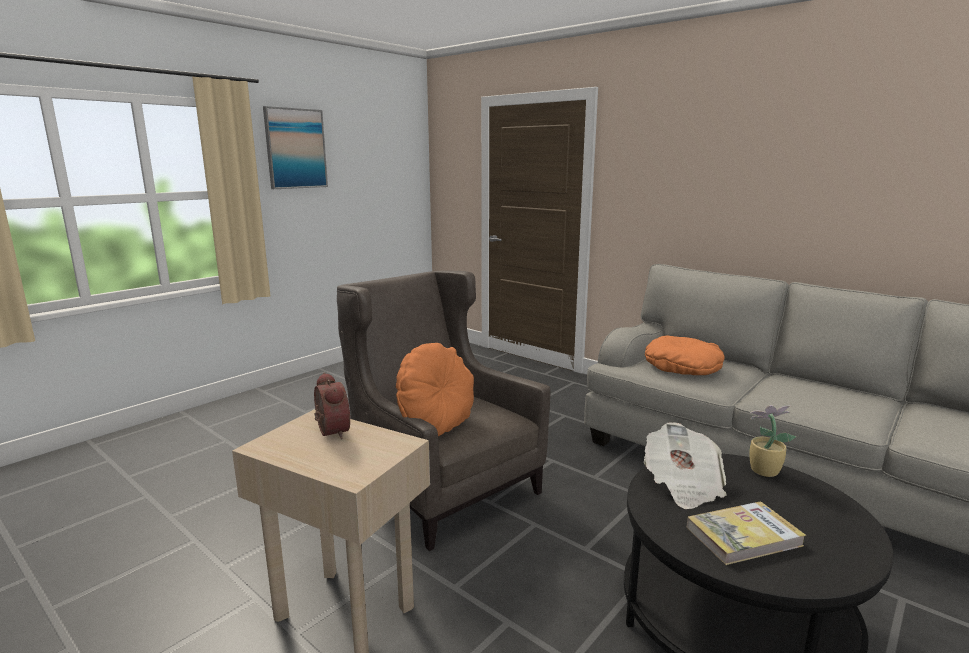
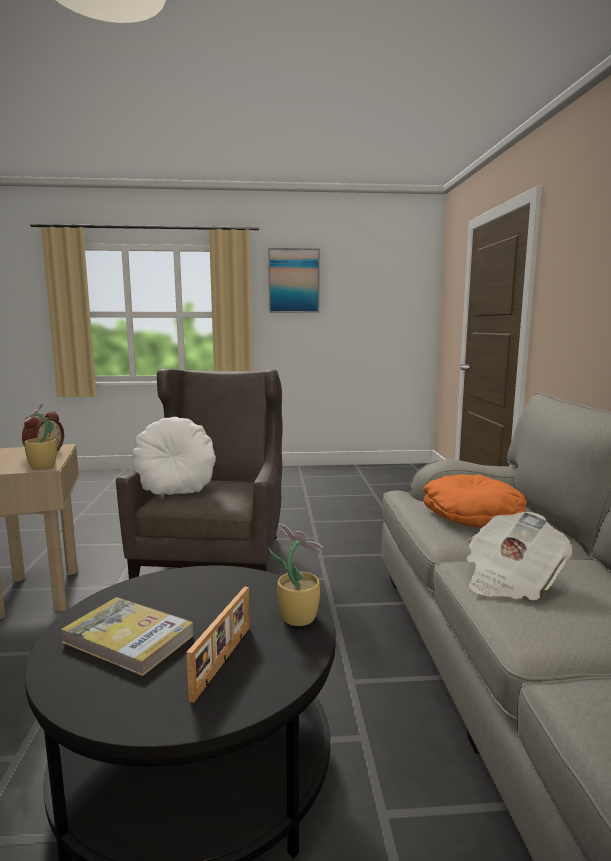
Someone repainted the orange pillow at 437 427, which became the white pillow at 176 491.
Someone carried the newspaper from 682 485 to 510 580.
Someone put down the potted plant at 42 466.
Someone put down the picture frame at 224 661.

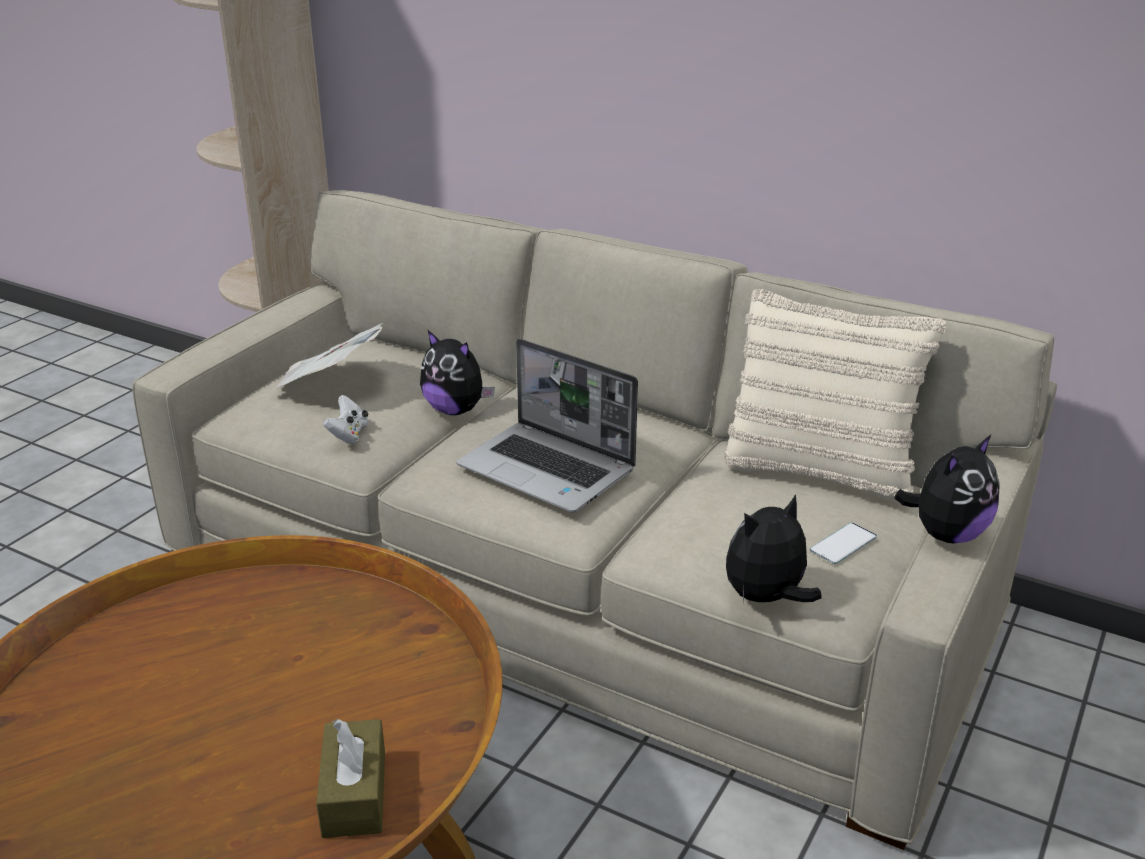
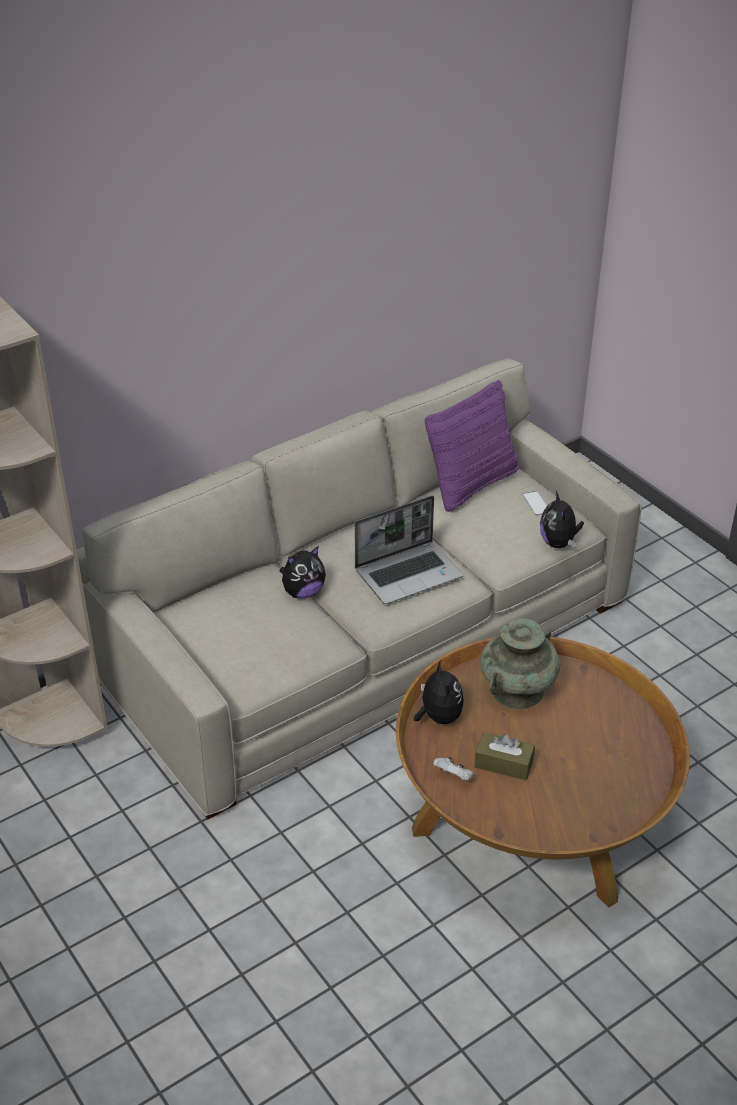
Someone took away the newspaper at 330 385.
Someone carried the brown tissue box from 354 794 to 503 764.
Someone carried the white game controller from 348 435 to 454 777.
Someone repainted the beige pillow at 820 472, which became the purple pillow at 471 485.
Someone carried the plush toy from 946 534 to 438 717.
Someone put down the turquoise vase at 517 690.

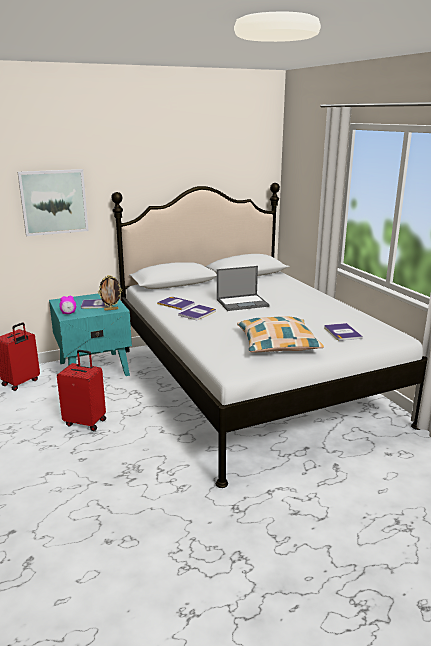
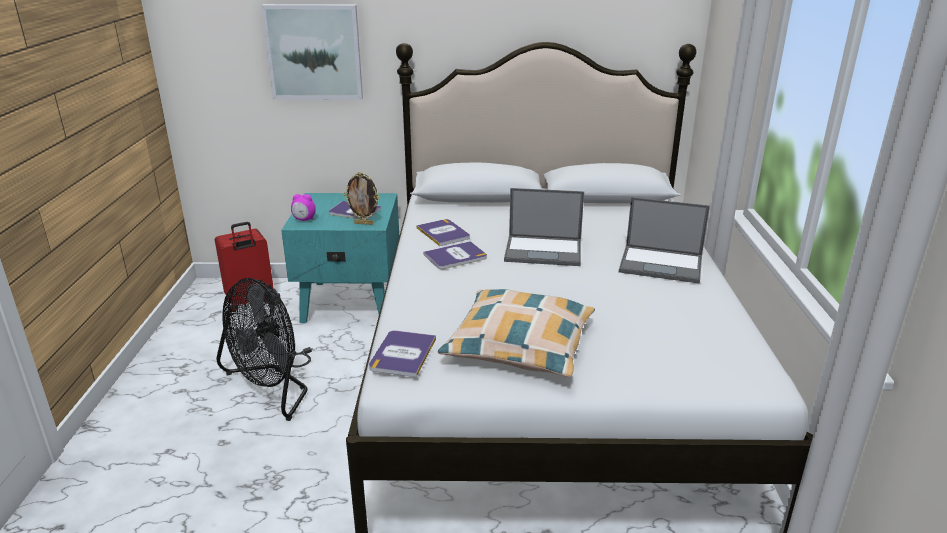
Someone swapped the red suitcase at 86 422 for the black fan at 274 384.
Someone carried the book from 342 332 to 403 354.
Someone put down the laptop at 662 264.

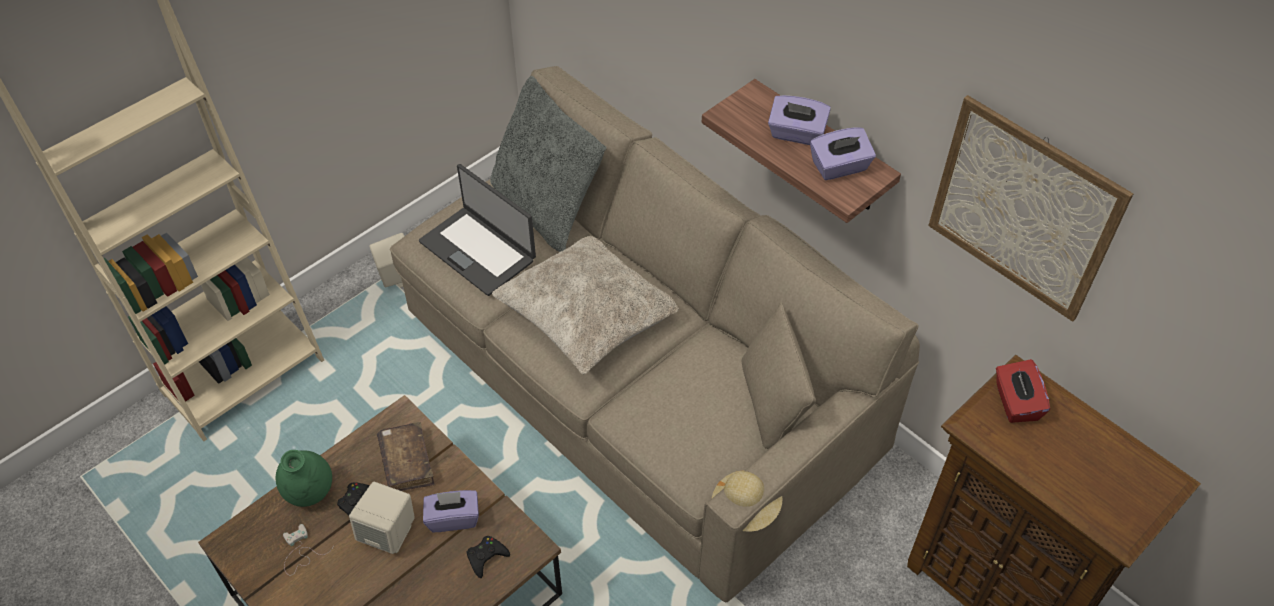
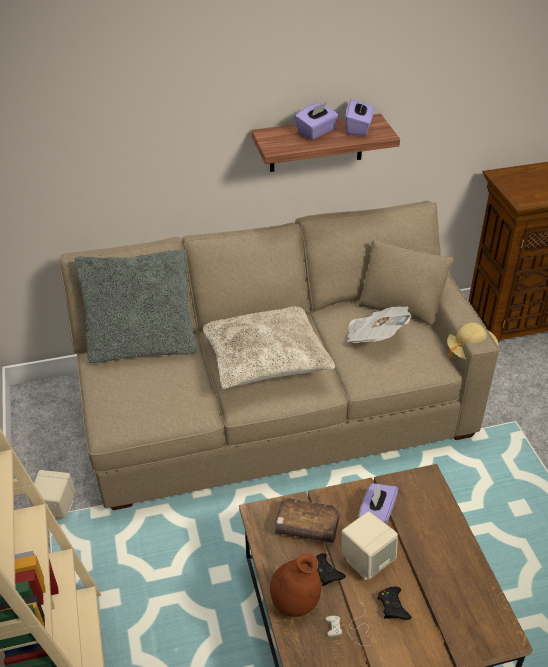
Someone repainted the green vase at 309 493, which became the brown vase at 295 603.
Someone took away the laptop at 478 250.
Someone carried the black game controller from 486 557 to 393 606.
Someone took away the picture at 1024 207.
Someone took away the red tissue box at 1015 403.
Someone put down the newspaper at 375 337.

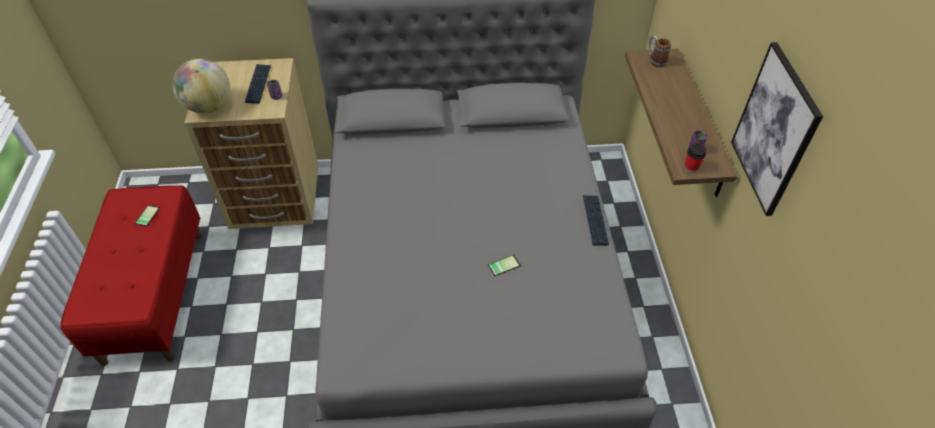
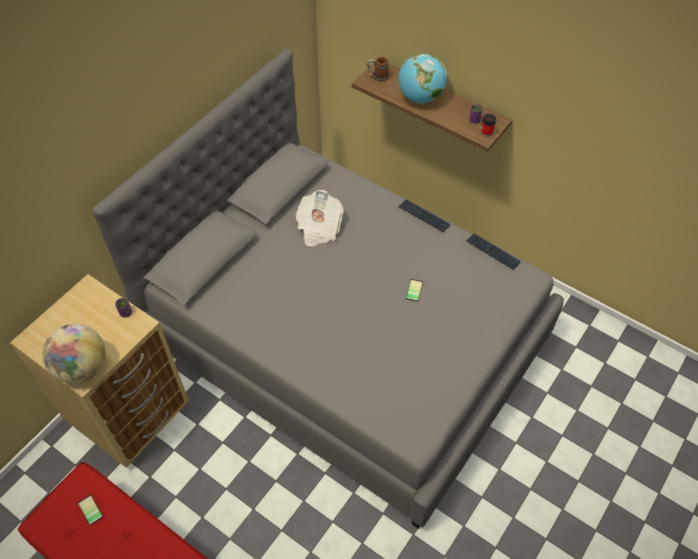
Someone carried the keyboard from 258 84 to 492 252.
Someone took away the picture at 774 130.
Someone put down the newspaper at 319 228.
Someone put down the globe at 420 98.

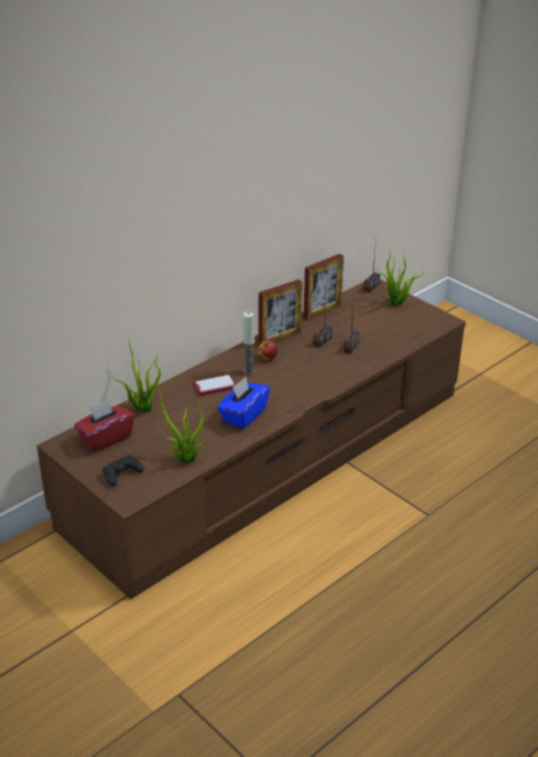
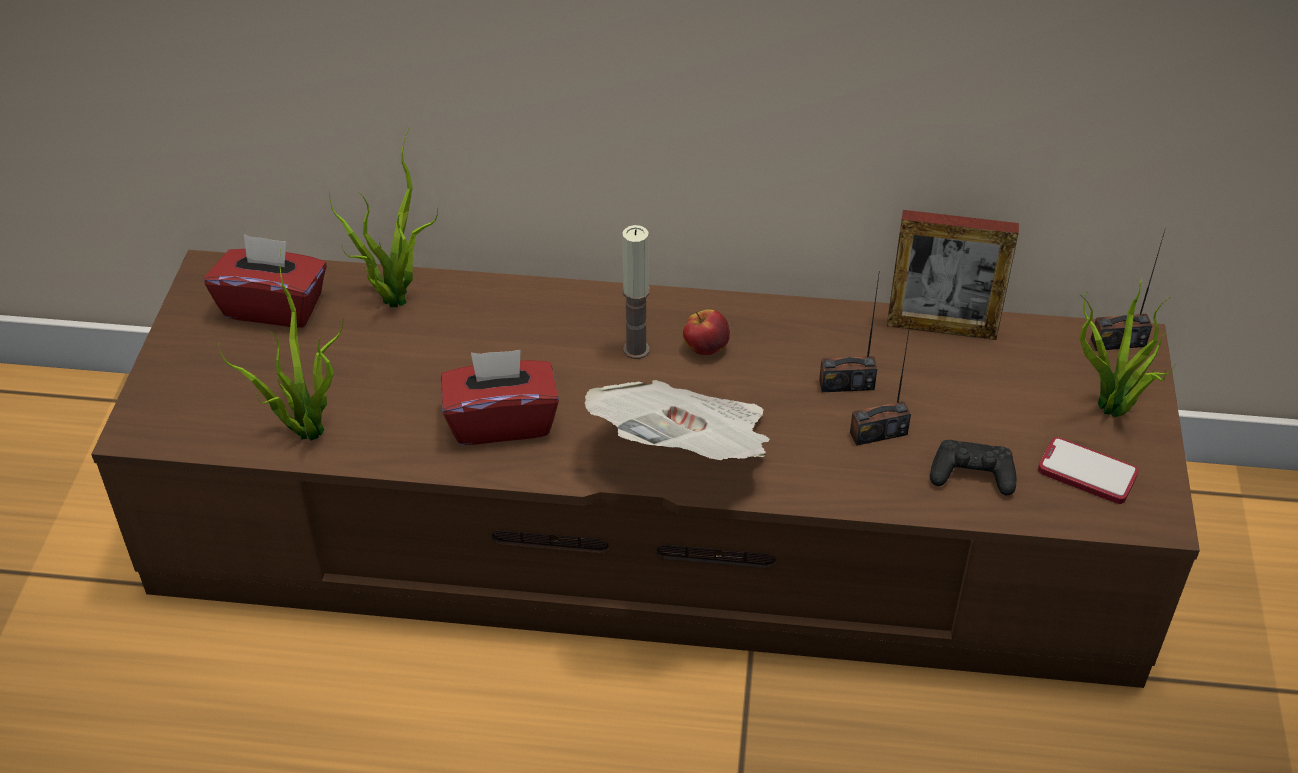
Someone carried the black game controller from 122 474 to 972 474.
Someone carried the phone from 215 386 to 1087 472.
Someone repainted the blue tissue box at 243 415, which became the red tissue box at 501 421.
Someone took away the picture frame at 279 338.
Someone put down the newspaper at 686 452.

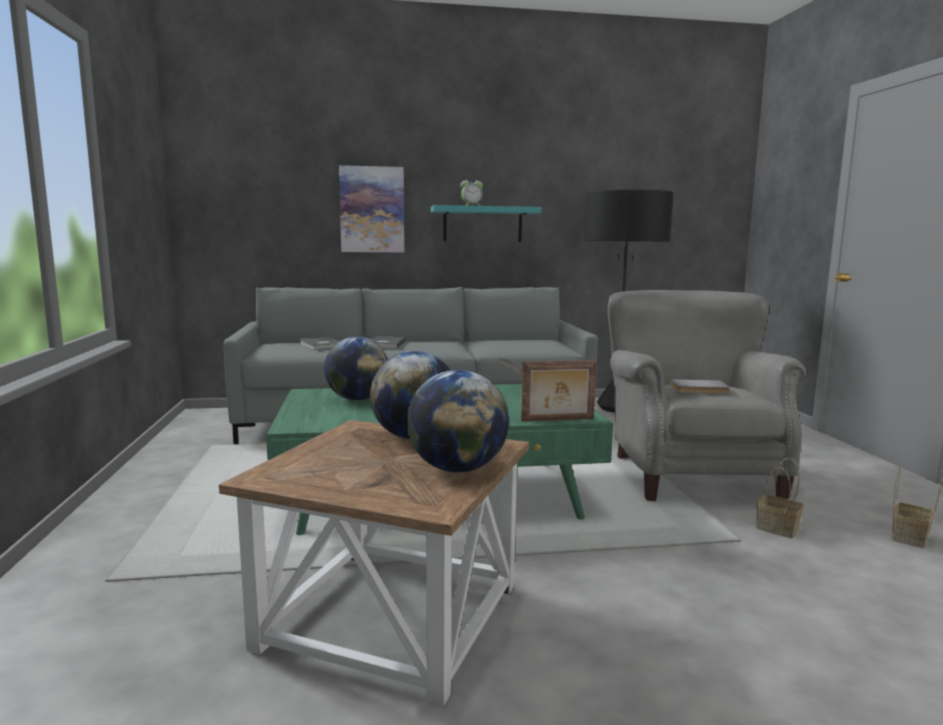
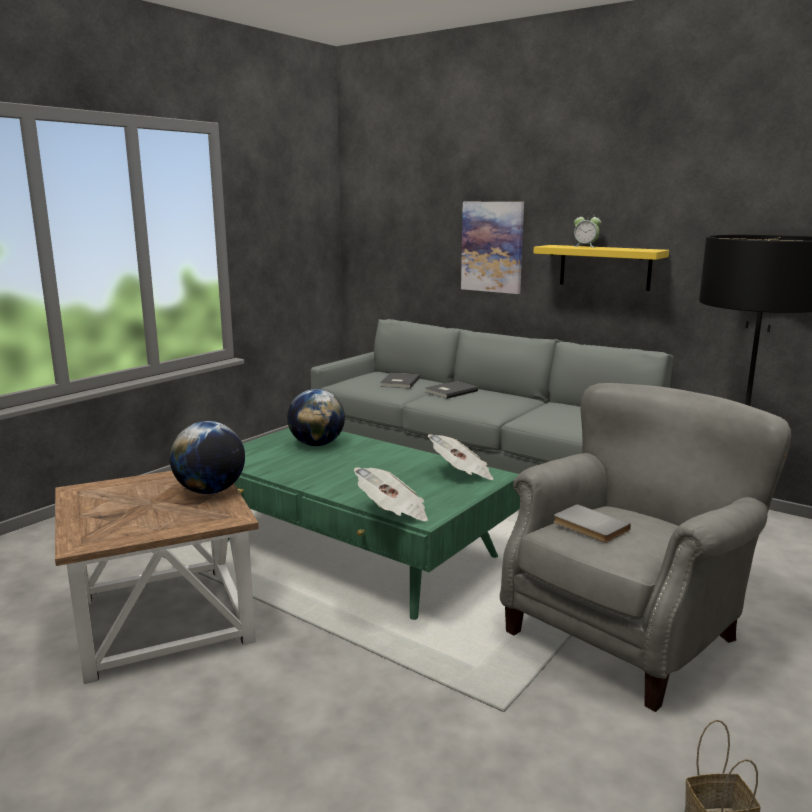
Someone took away the globe at 457 469.
Someone repainted the turquoise shelf at 482 224, which became the yellow shelf at 605 267.
Someone swapped the picture frame at 558 420 for the newspaper at 393 512.
Someone took away the basket at 779 529.

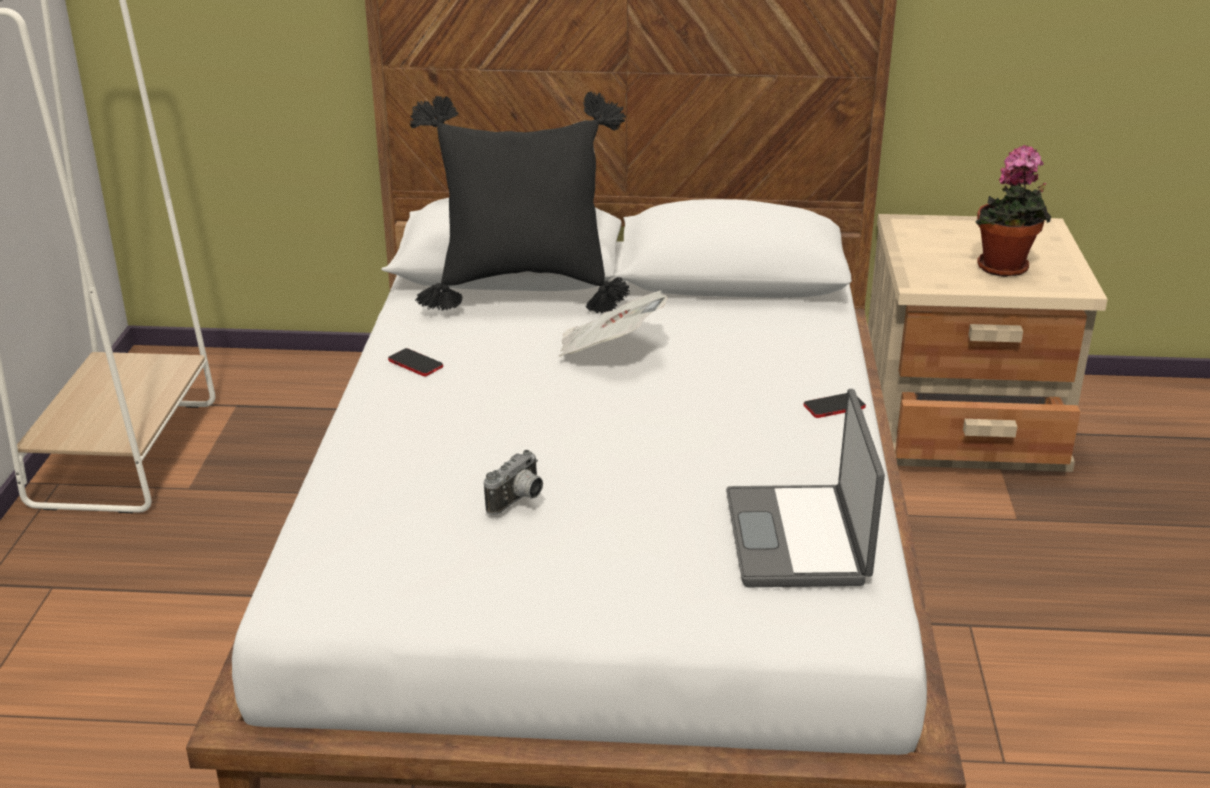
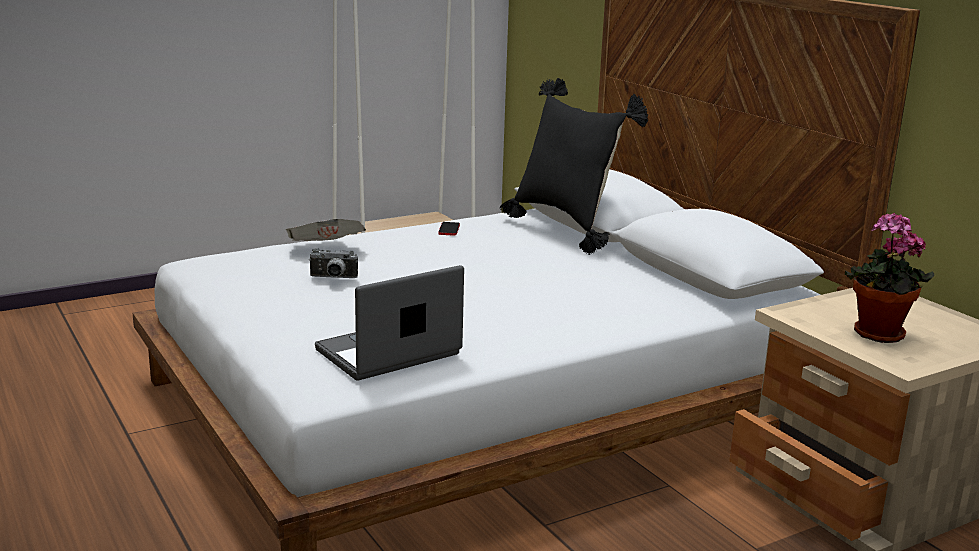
Someone carried the newspaper from 609 350 to 326 252.
Someone took away the phone at 834 406.

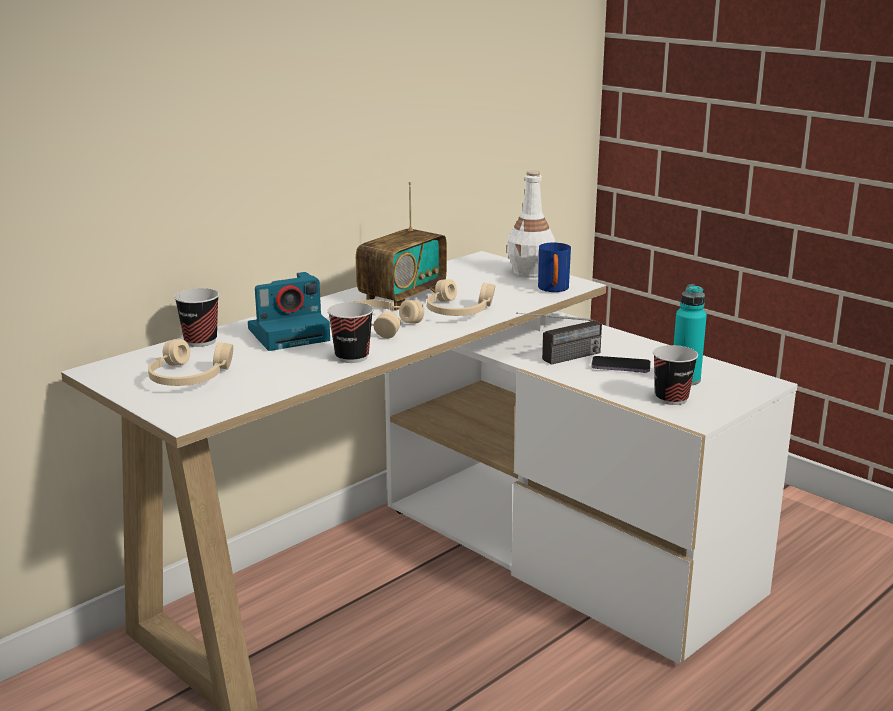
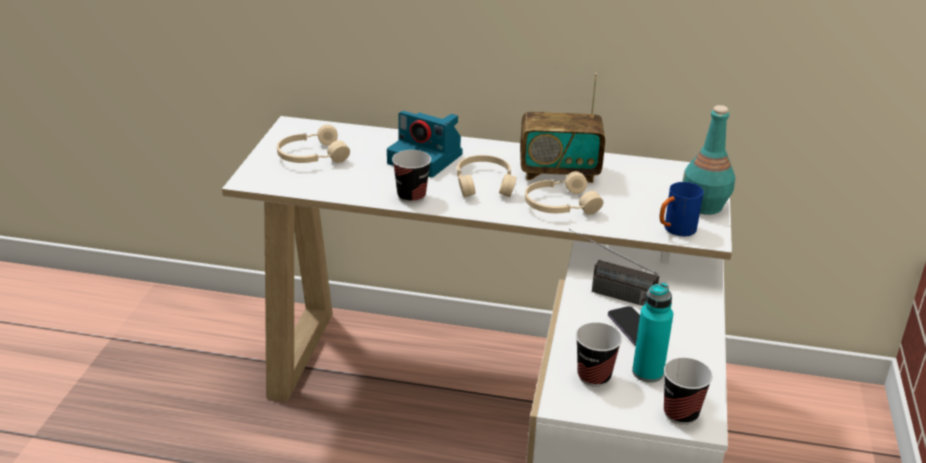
Someone carried the cup from 200 341 to 680 413.
Someone repainted the white bottle at 531 272, which became the turquoise bottle at 704 206.

